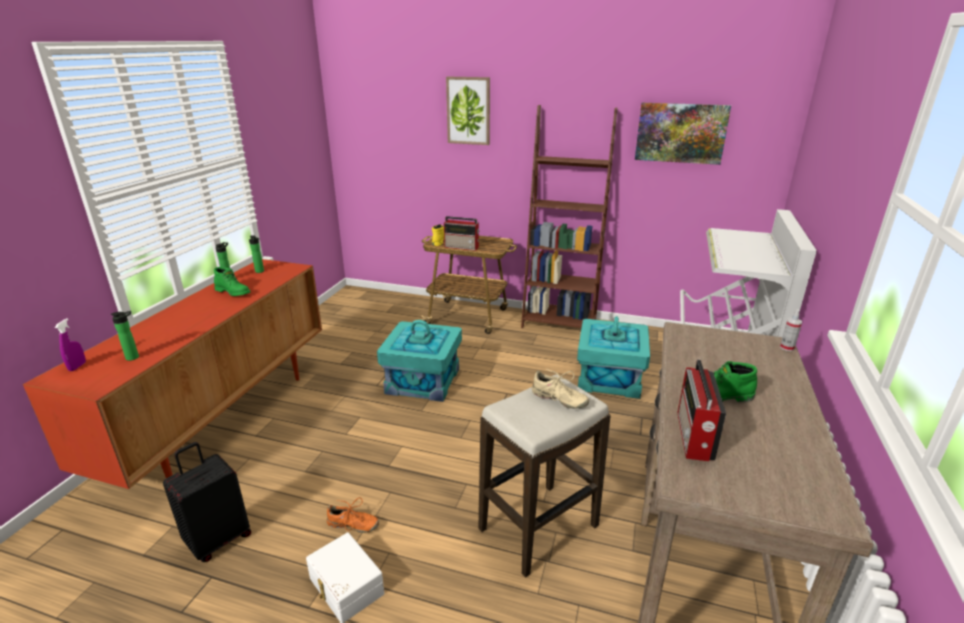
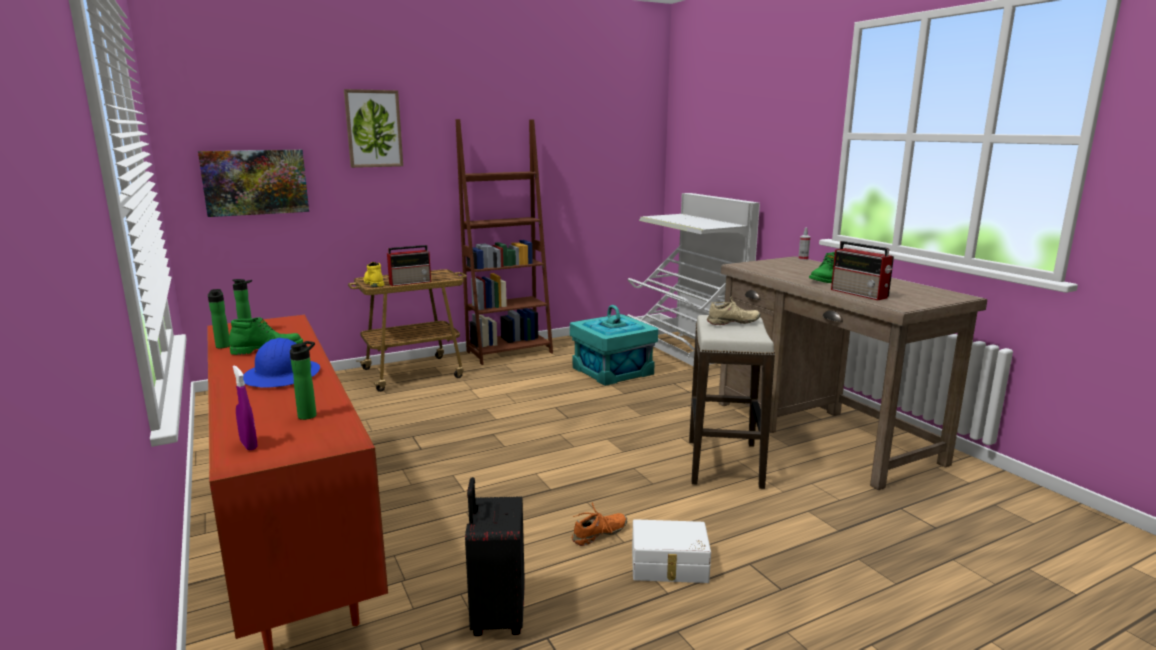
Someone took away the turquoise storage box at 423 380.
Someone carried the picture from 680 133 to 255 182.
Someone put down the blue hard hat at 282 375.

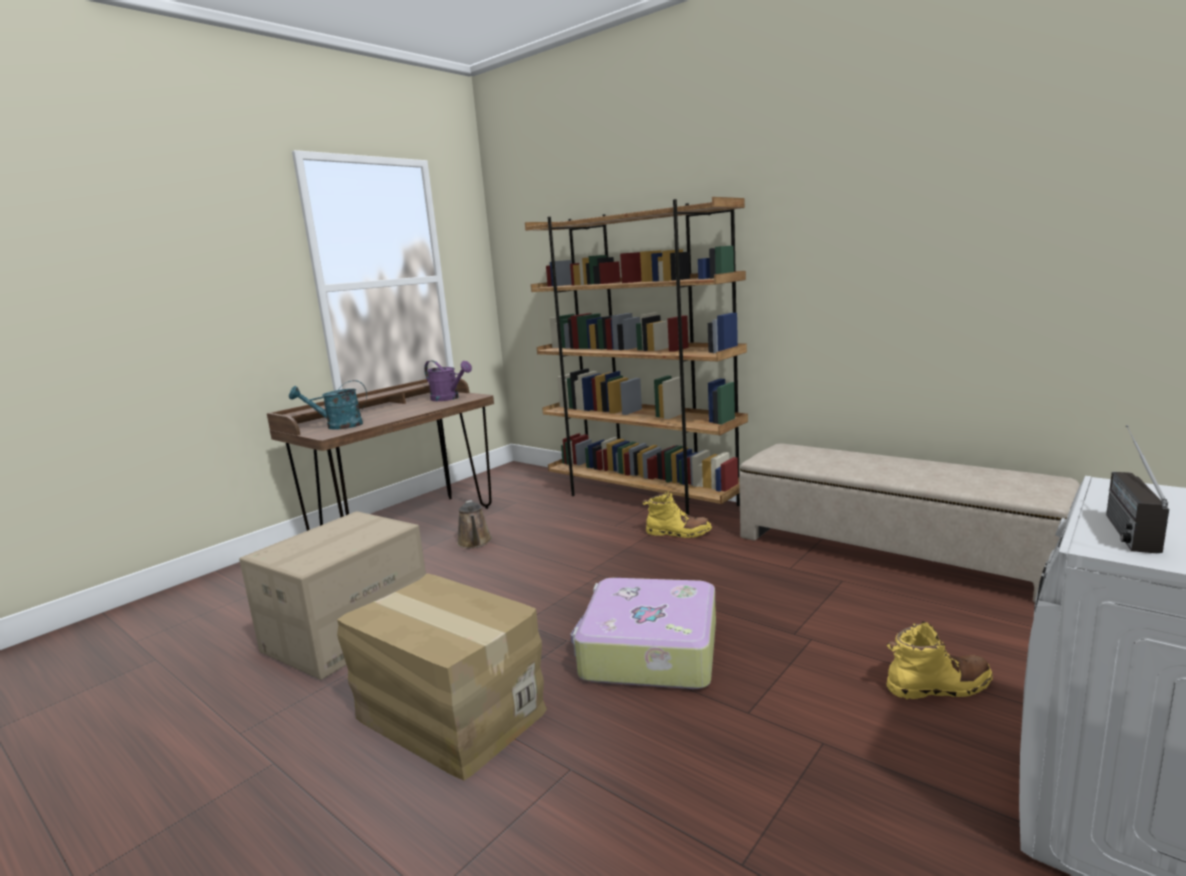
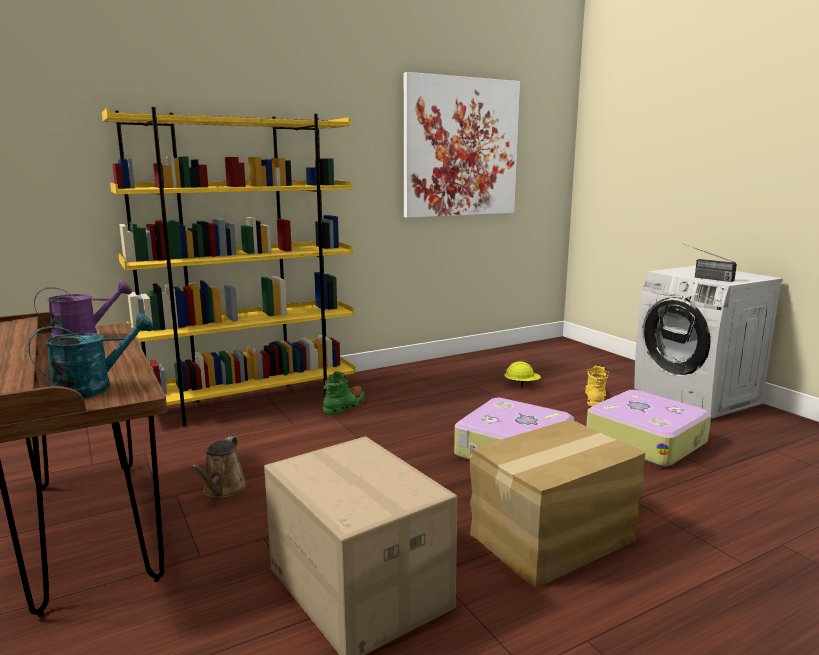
Someone rotated the turquoise watering can at 338 426 by 135 degrees counterclockwise.
Someone rotated the brown watering can at 475 542 by 90 degrees clockwise.
Someone repainted the brown bookcase at 643 498, which became the yellow bookcase at 251 401.
Someone repainted the yellow boot at 678 533, which became the green boot at 344 406.
Someone took away the beige bench at 892 550.
Someone put up the picture at 461 147.
Someone put down the yellow hard hat at 522 385.
Someone put down the suitcase at 645 440.

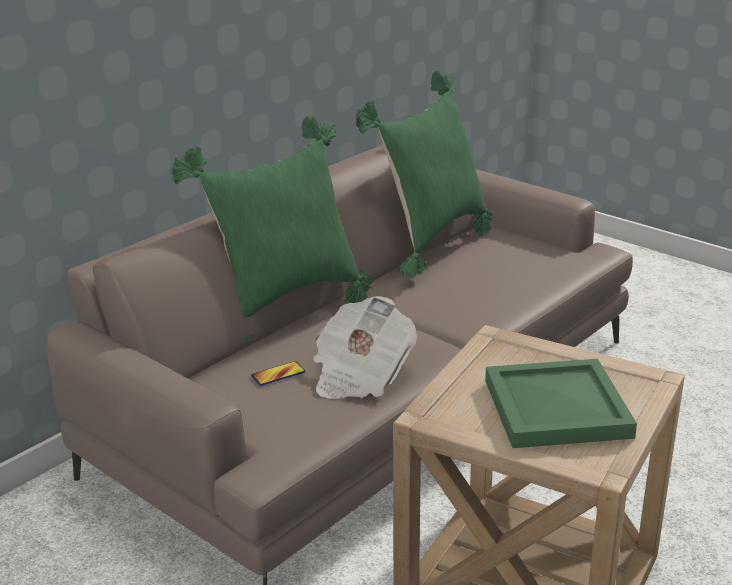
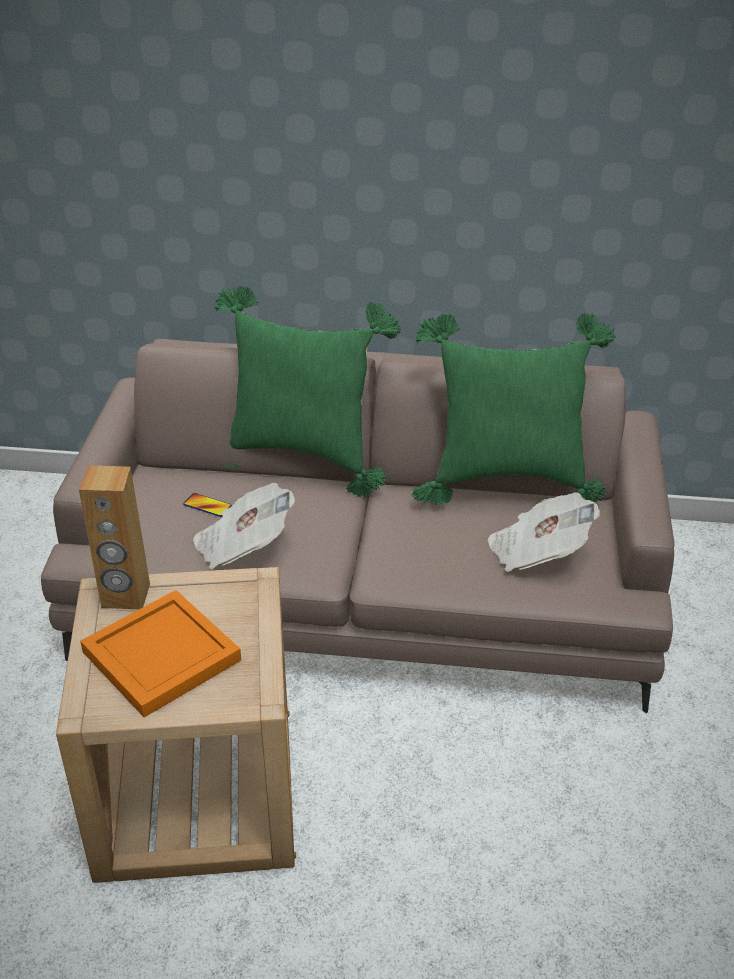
Someone repainted the green tray at 555 409, which became the orange tray at 159 656.
Someone put down the brown speaker at 125 596.
Someone put down the newspaper at 538 552.

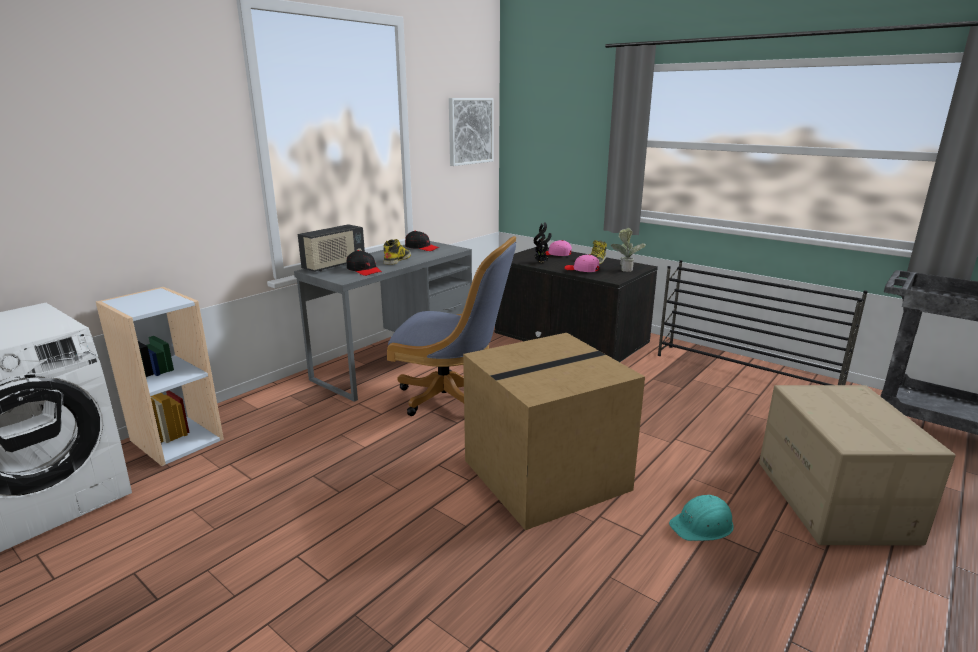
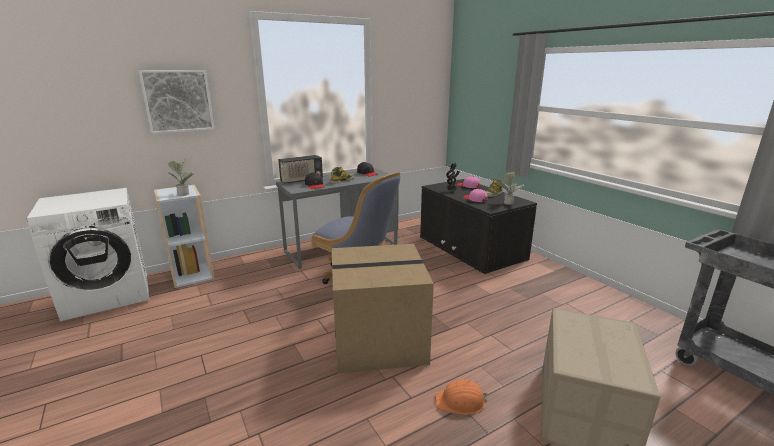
Someone carried the picture from 470 131 to 178 101.
Someone took away the black shoe rack at 745 372.
Someone repainted the turquoise hard hat at 702 525, which became the orange hard hat at 460 402.
Someone put down the potted plant at 185 194.

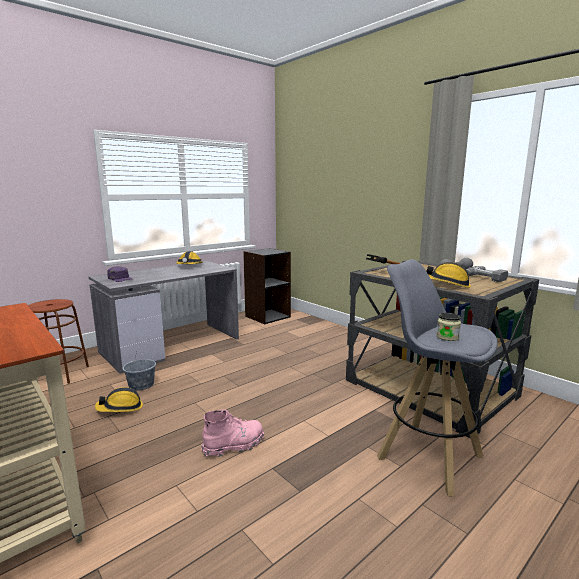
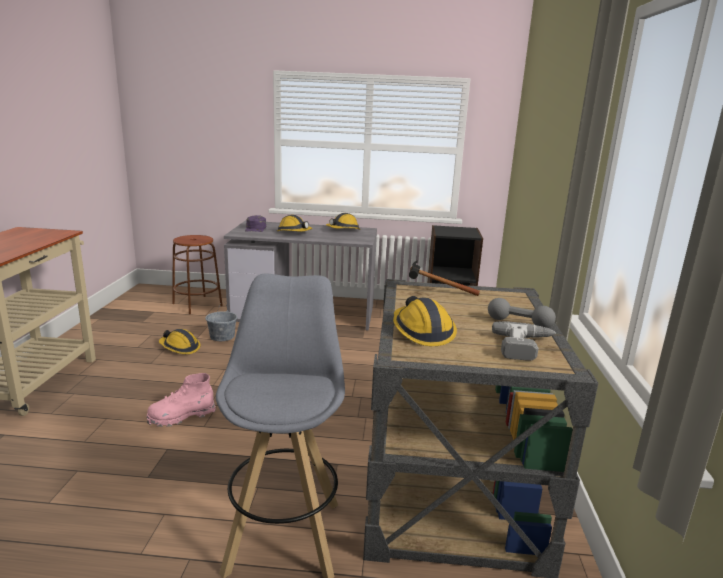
Someone rotated the pink boot at 234 445 by 135 degrees clockwise.
Someone took away the jar at 447 337.
Someone put down the hard hat at 294 232.

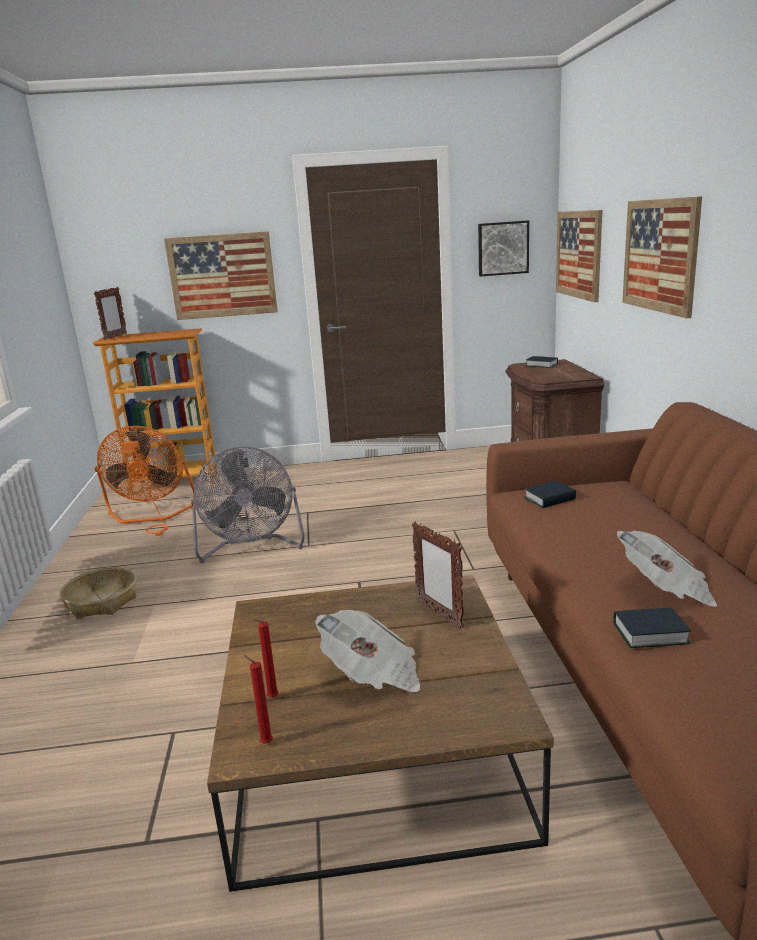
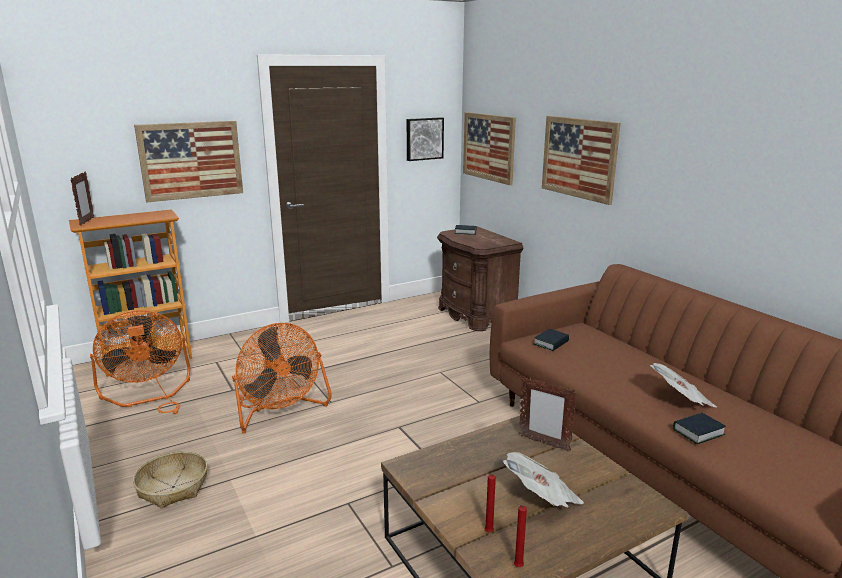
Someone repainted the grey fan at 247 547, which became the orange fan at 276 412.

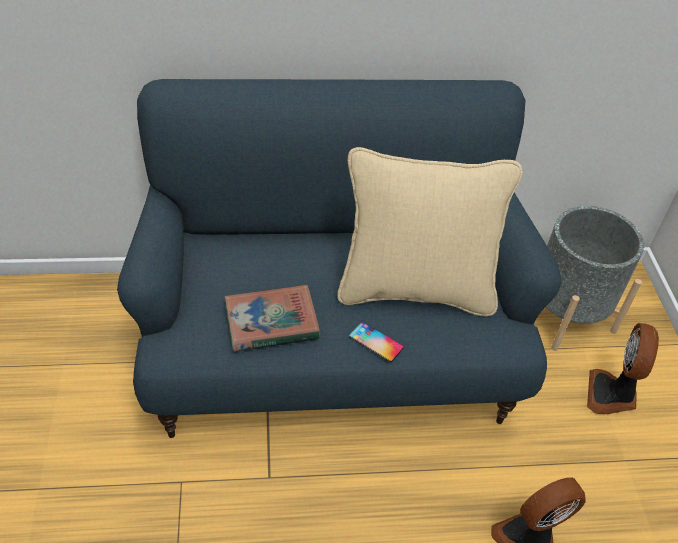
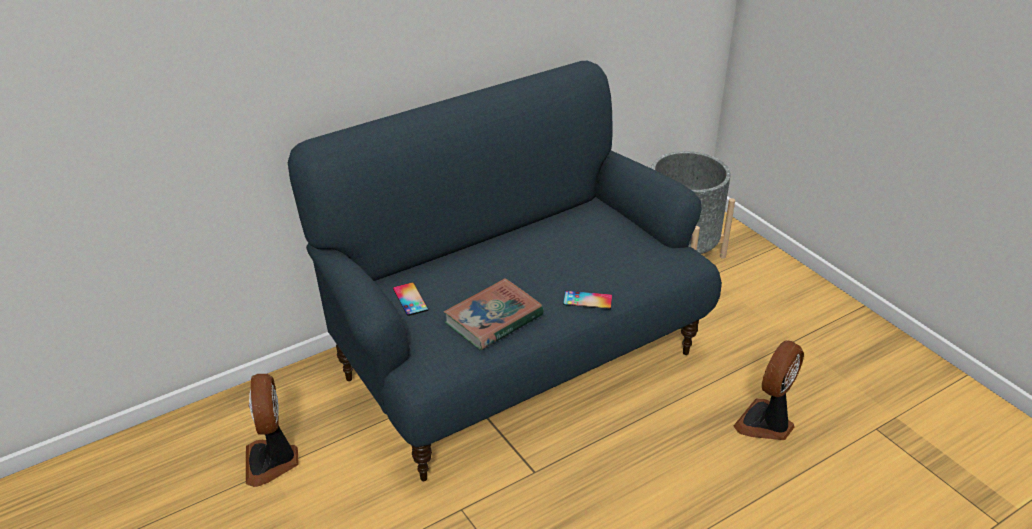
Someone took away the beige pillow at 415 290.
Someone carried the fan from 612 395 to 272 461.
Someone put down the phone at 410 299.

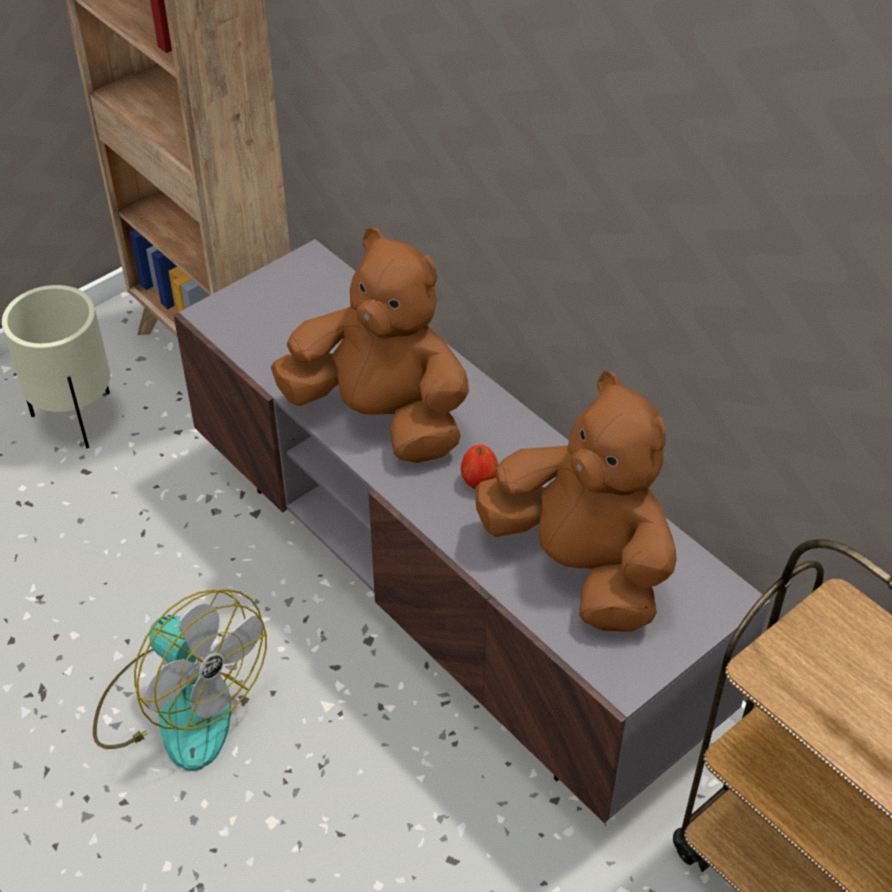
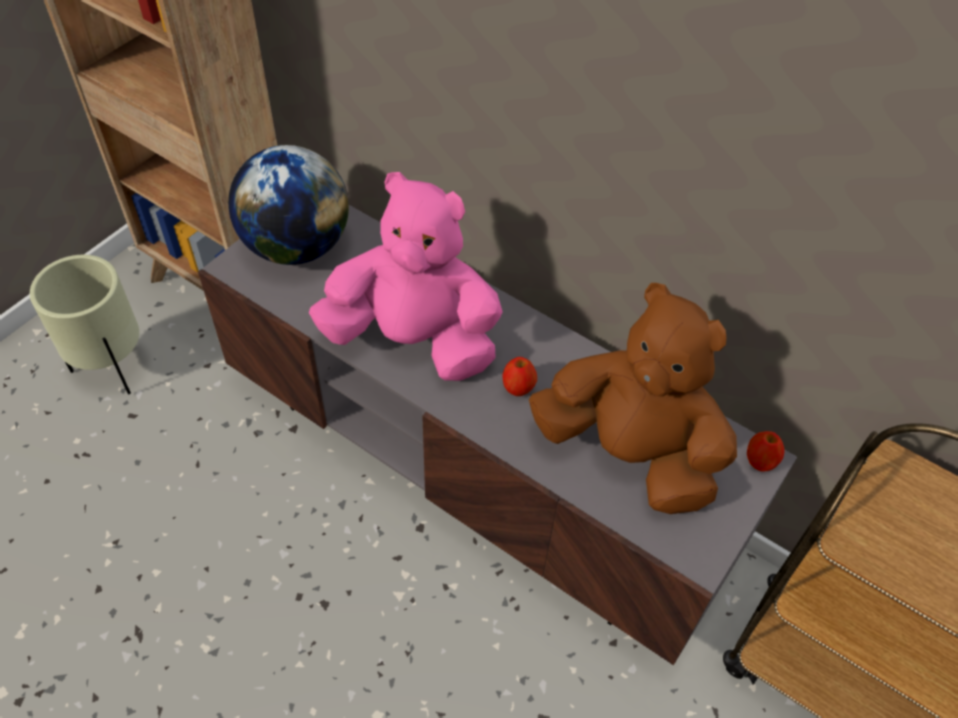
Someone took away the fan at 179 705.
Someone repainted the brown plush toy at 381 416, which became the pink plush toy at 414 340.
Someone put down the globe at 296 246.
Someone put down the apple at 759 461.

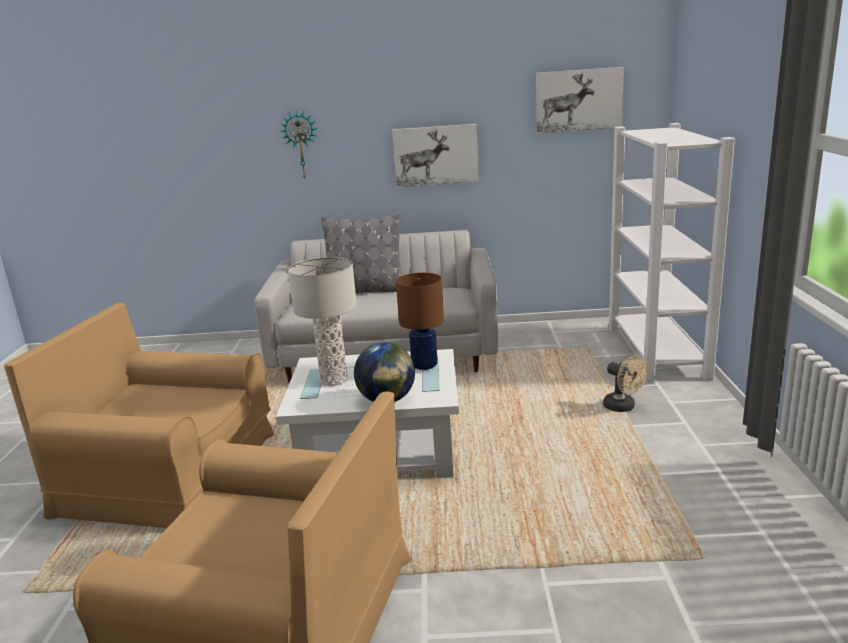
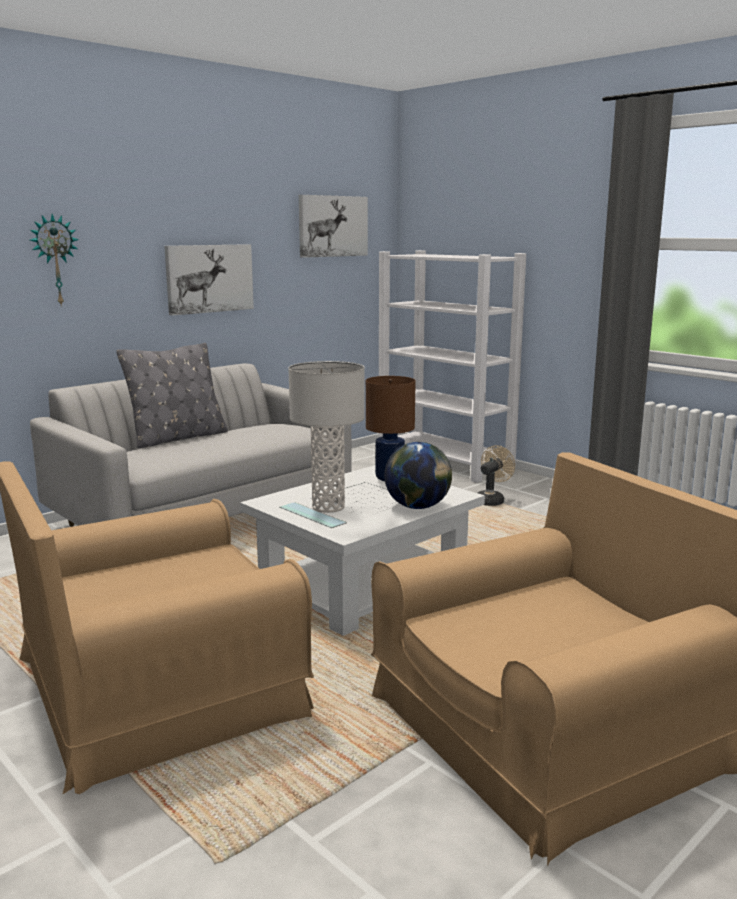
Someone rotated the beige fan at 623 407 by 60 degrees counterclockwise.

